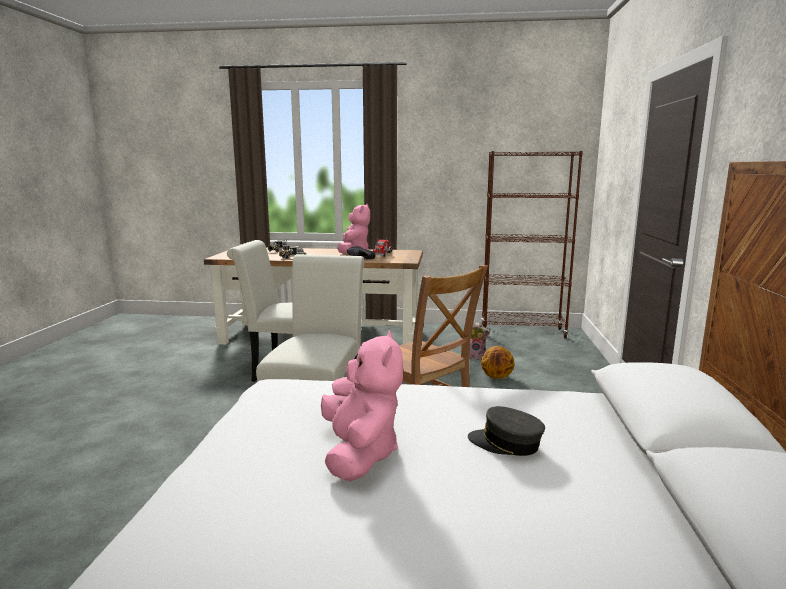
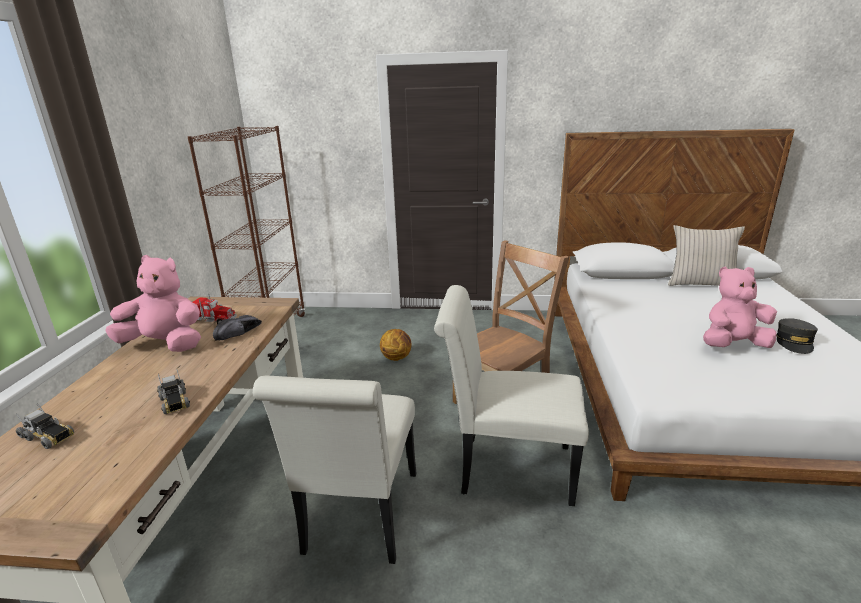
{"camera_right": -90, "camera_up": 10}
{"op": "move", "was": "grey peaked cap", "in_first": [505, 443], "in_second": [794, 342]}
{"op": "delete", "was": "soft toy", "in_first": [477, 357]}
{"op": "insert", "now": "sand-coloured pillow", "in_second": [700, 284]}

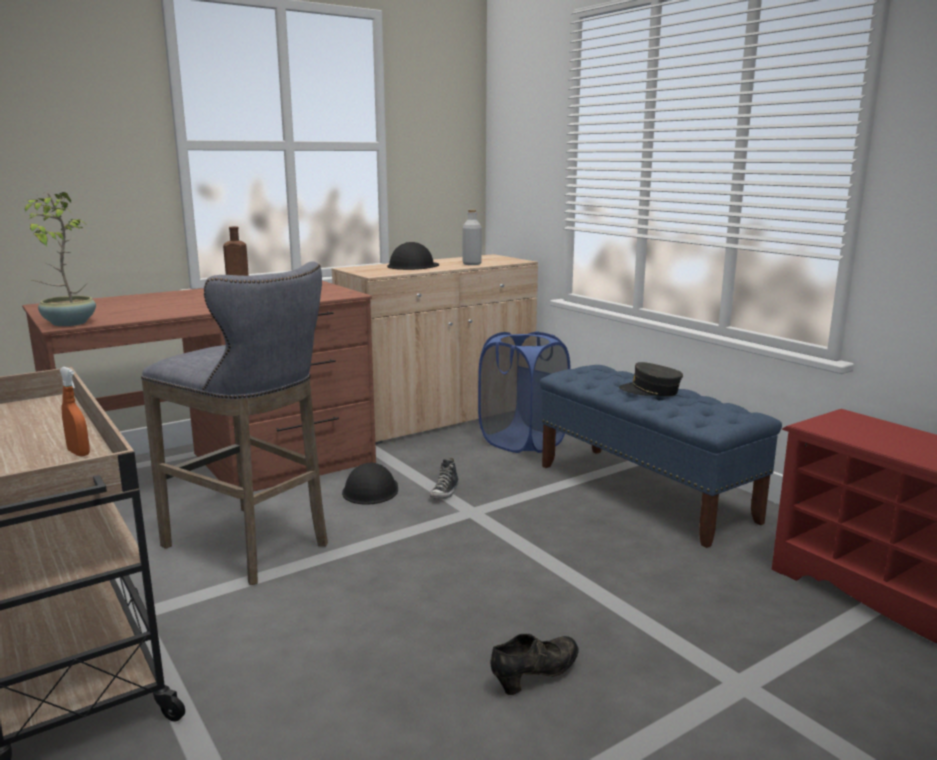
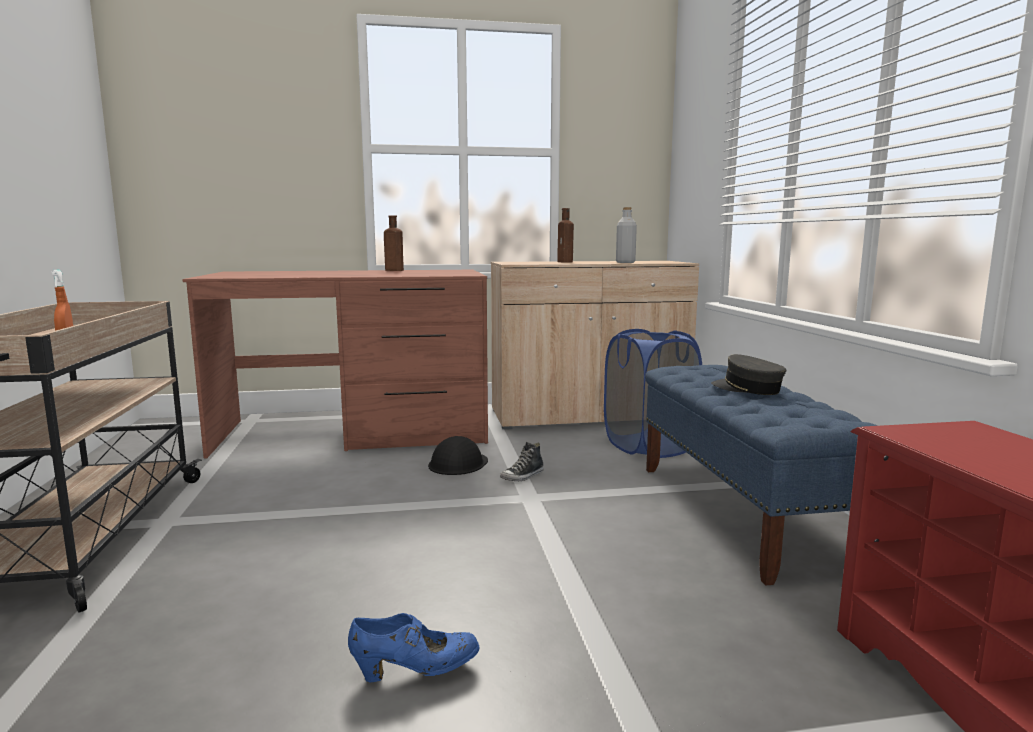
{"camera_right": 25, "camera_up": -5}
{"op": "delete", "was": "houseplant", "in_first": [68, 323]}
{"op": "delete", "was": "grey sitting stool", "in_first": [253, 547]}
{"op": "replace", "was": "black safety helmet", "now": "brown beverage bottle", "in_first": [413, 266], "in_second": [565, 262]}
{"op": "recolor", "was": "black shoe", "now": "blue-coloured shoe", "in_first": [535, 677], "in_second": [416, 671]}

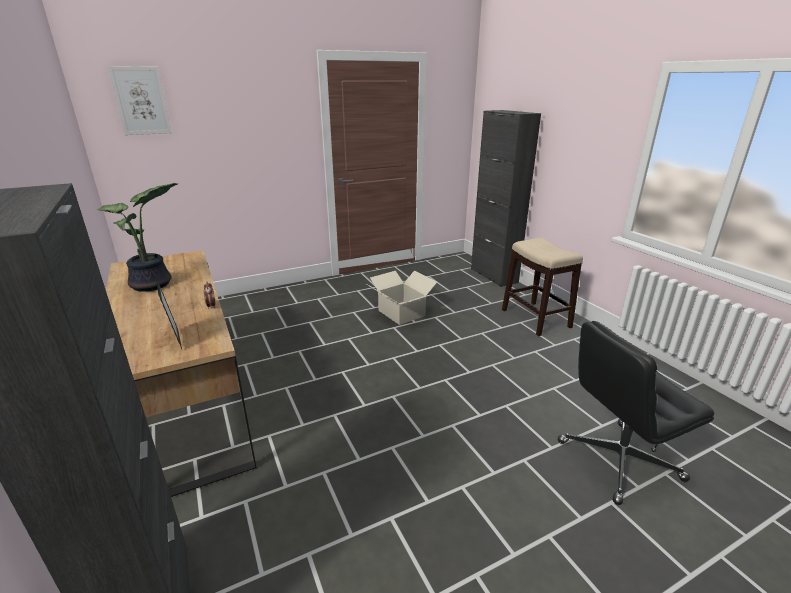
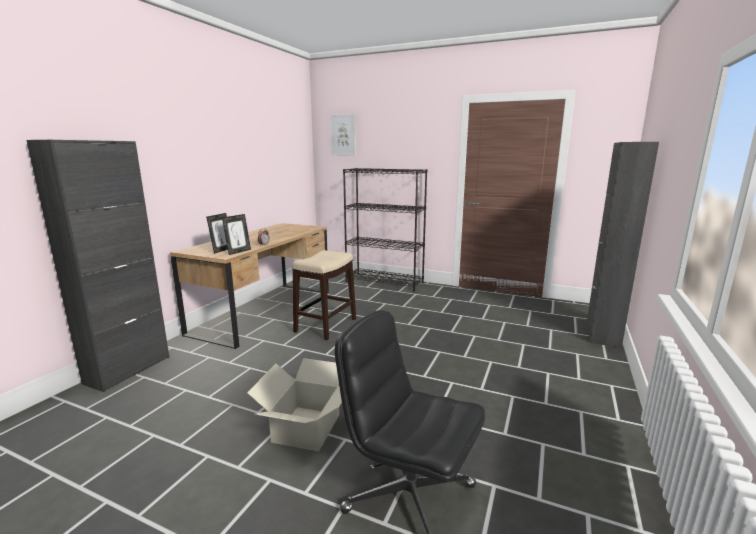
{"camera_right": 50, "camera_up": -10}
{"op": "delete", "was": "houseplant", "in_first": [153, 285]}
{"op": "move", "was": "carton", "in_first": [402, 312], "in_second": [307, 428]}
{"op": "move", "was": "sitting stool", "in_first": [536, 319], "in_second": [325, 325]}
{"op": "insert", "now": "standing frame", "in_second": [238, 252]}
{"op": "insert", "now": "black shelving unit", "in_second": [385, 282]}

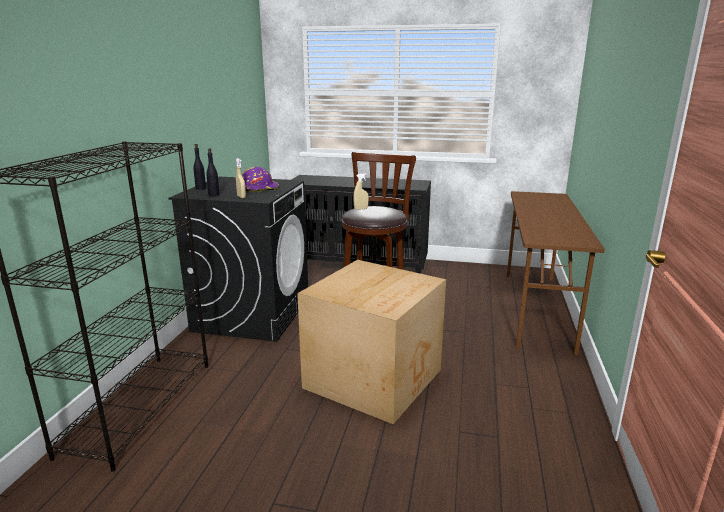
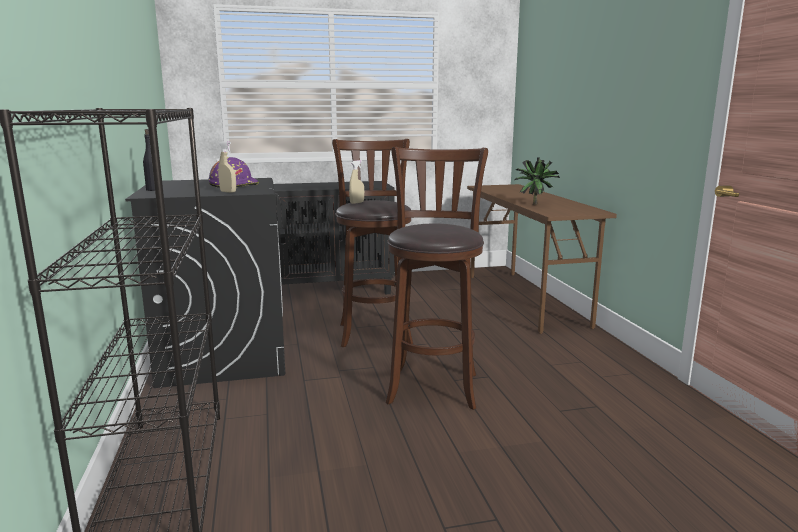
{"camera_right": -25, "camera_up": -5}
{"op": "delete", "was": "black beverage bottle", "in_first": [214, 195]}
{"op": "replace", "was": "carton", "now": "brown sitting stool", "in_first": [375, 378], "in_second": [433, 385]}
{"op": "insert", "now": "houseplant", "in_second": [534, 204]}

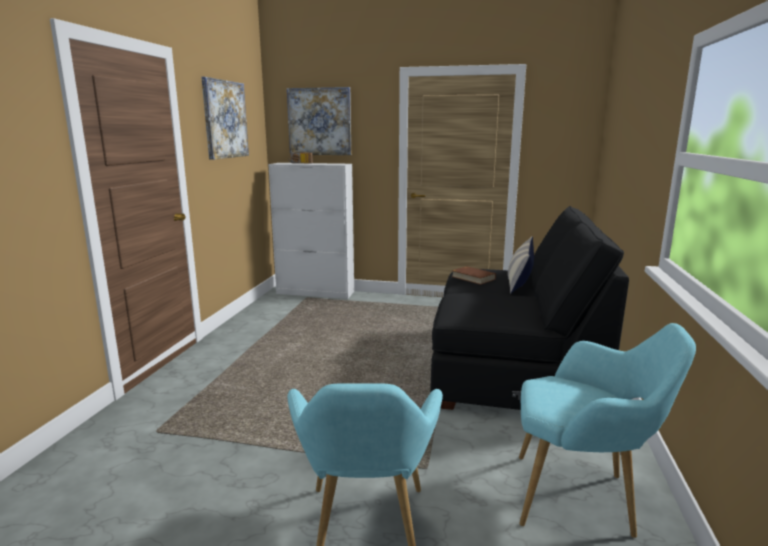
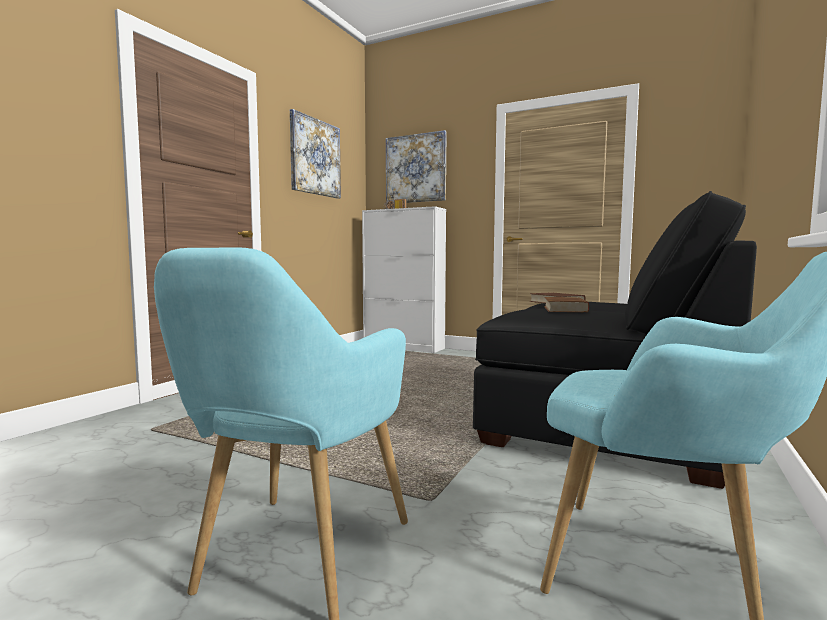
{"camera_right": 15, "camera_up": -10}
{"op": "delete", "was": "pillow", "in_first": [519, 281]}
{"op": "insert", "now": "brown bound book", "in_second": [565, 309]}

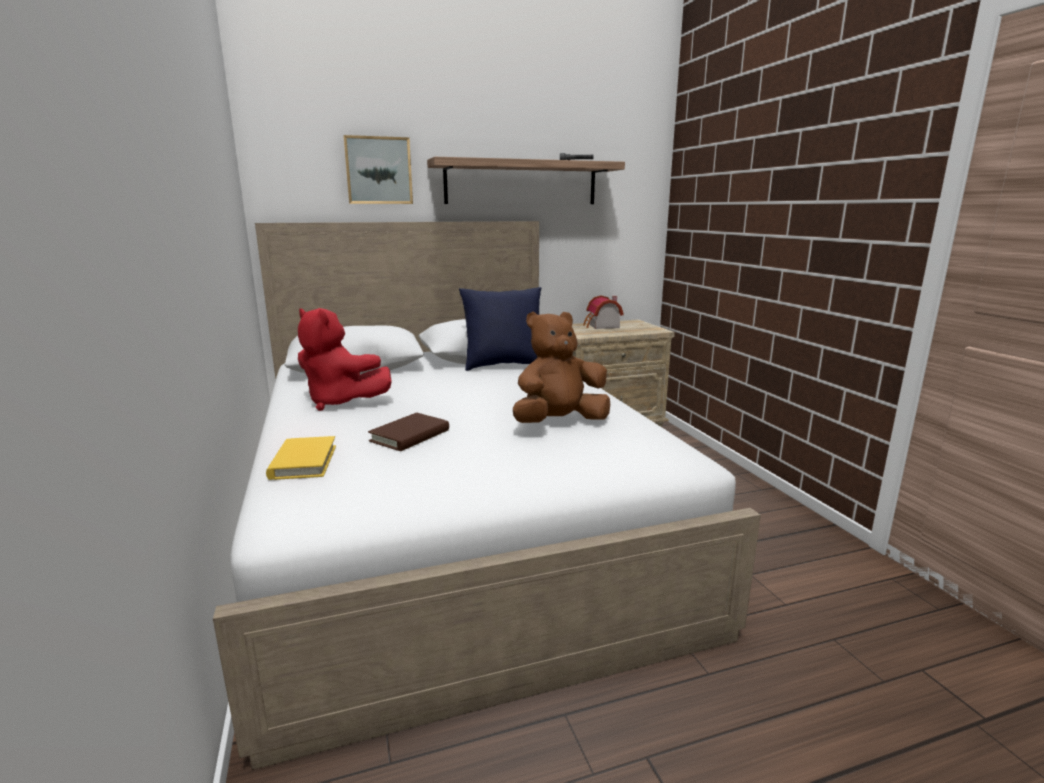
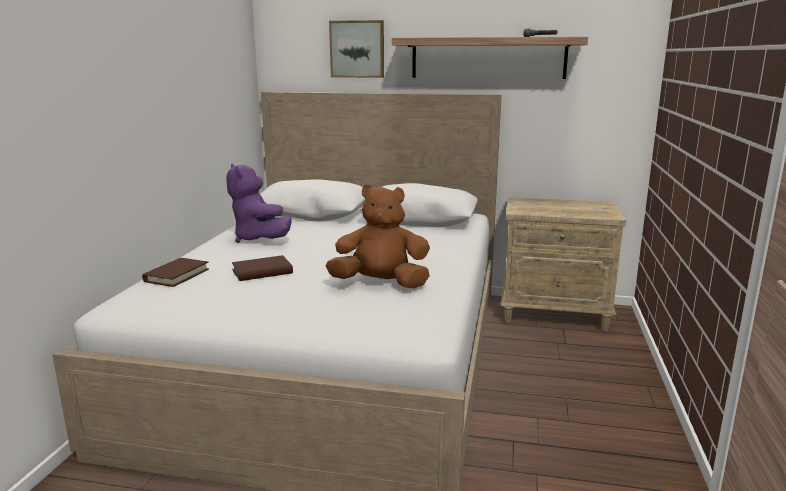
{"camera_right": 30, "camera_up": 0}
{"op": "recolor", "was": "yellowish bound book", "now": "brown bound book", "in_first": [303, 462], "in_second": [176, 275]}
{"op": "recolor", "was": "red soft toy", "now": "purple soft toy", "in_first": [340, 402], "in_second": [259, 239]}
{"op": "delete", "was": "blue-coloured pillow", "in_first": [503, 365]}
{"op": "delete", "was": "toy house", "in_first": [602, 326]}

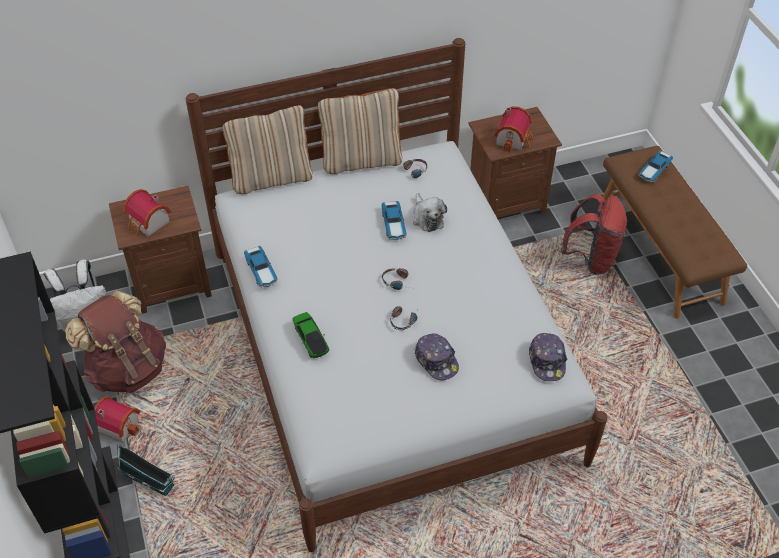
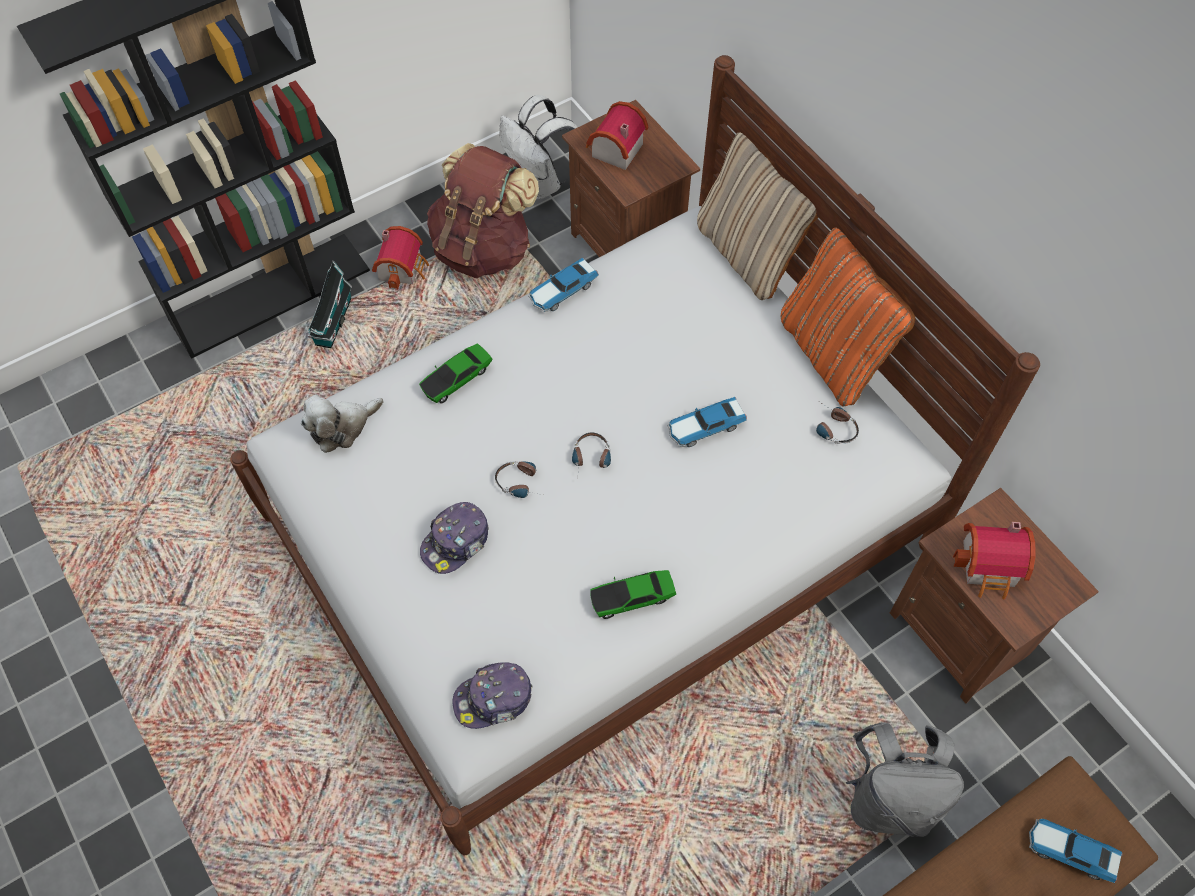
{"camera_right": 75, "camera_up": 10}
{"op": "recolor", "was": "sand-coloured pillow", "now": "orange pillow", "in_first": [361, 160], "in_second": [832, 353]}
{"op": "move", "was": "soft toy", "in_first": [427, 218], "in_second": [342, 427]}
{"op": "recolor", "was": "red backpack", "now": "grey backpack", "in_first": [591, 258], "in_second": [889, 799]}
{"op": "insert", "now": "miniature car", "in_second": [632, 598]}

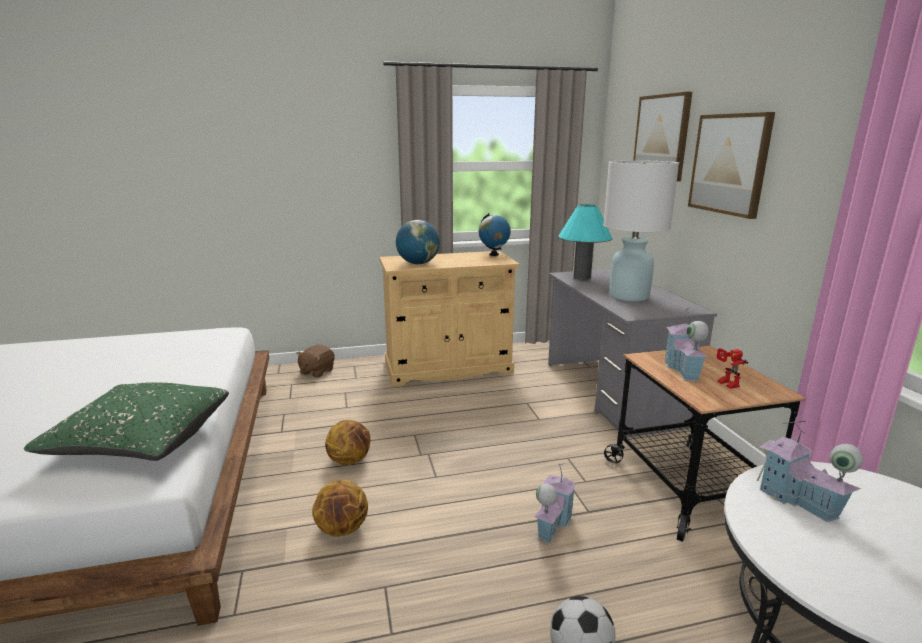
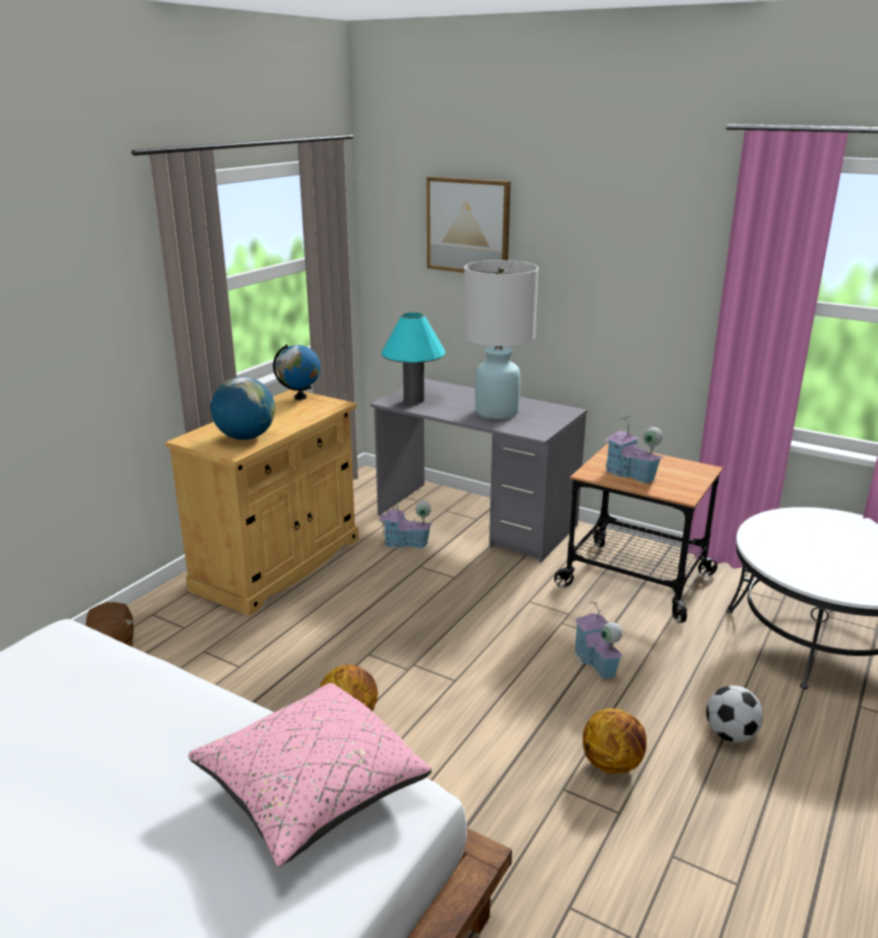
{"camera_right": -45, "camera_up": 5}
{"op": "recolor", "was": "green pillow", "now": "pink pillow", "in_first": [142, 441], "in_second": [311, 790]}
{"op": "move", "was": "basketball ball", "in_first": [342, 529], "in_second": [612, 764]}
{"op": "delete", "was": "picture", "in_first": [729, 164]}
{"op": "delete", "was": "model robot", "in_first": [725, 384]}
{"op": "move", "was": "toy house", "in_first": [797, 500], "in_second": [405, 543]}

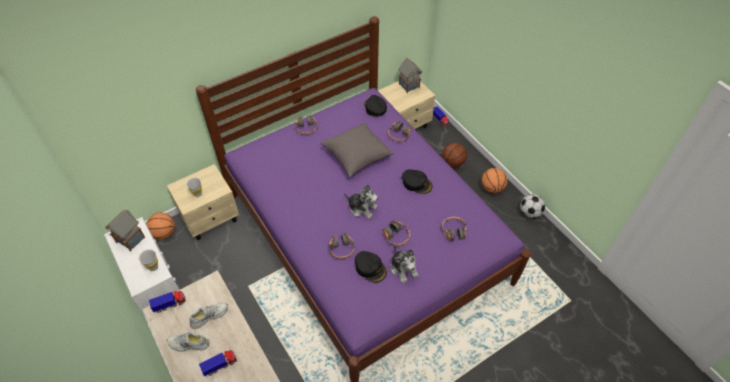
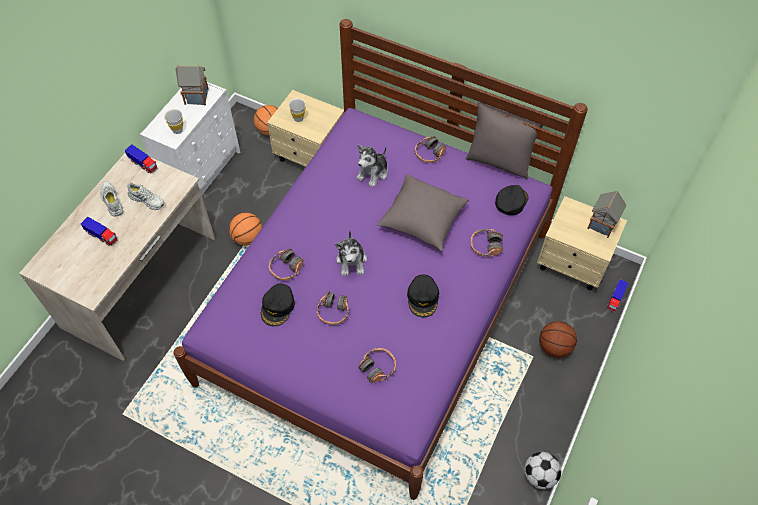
{"camera_right": 60, "camera_up": 5}
{"op": "move", "was": "soft toy", "in_first": [403, 268], "in_second": [373, 173]}
{"op": "move", "was": "basketball ball", "in_first": [492, 188], "in_second": [247, 238]}
{"op": "insert", "now": "grey pillow", "in_second": [498, 161]}

